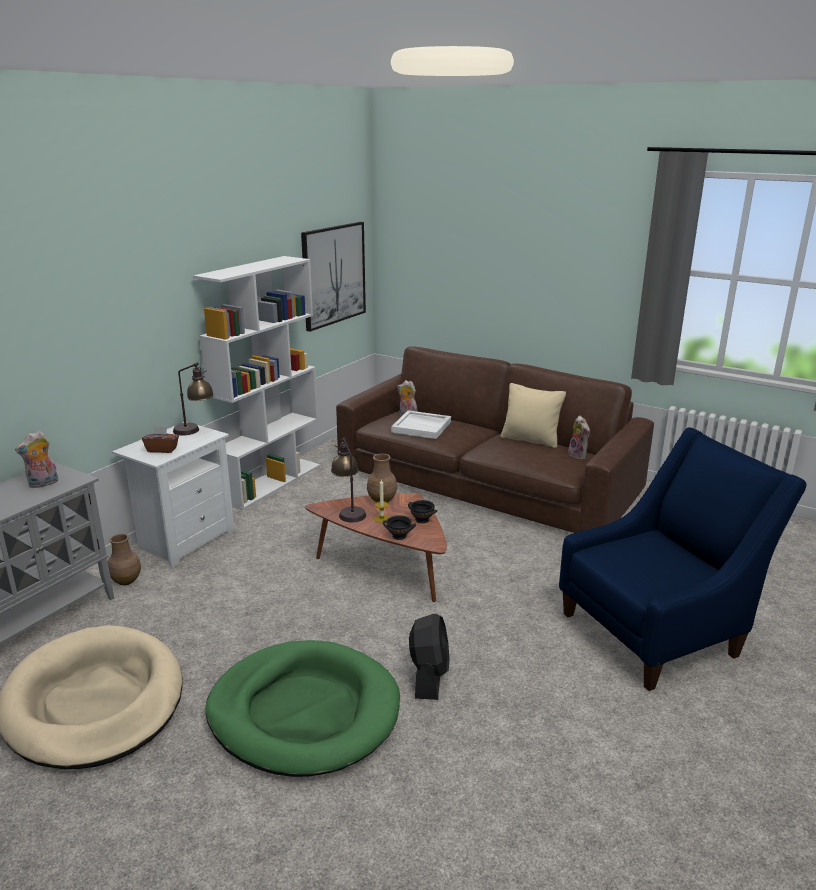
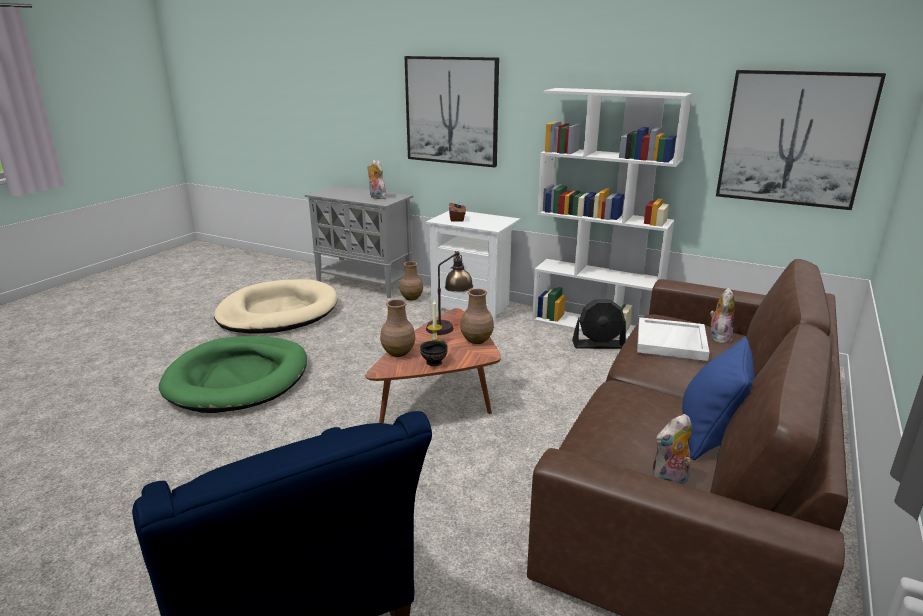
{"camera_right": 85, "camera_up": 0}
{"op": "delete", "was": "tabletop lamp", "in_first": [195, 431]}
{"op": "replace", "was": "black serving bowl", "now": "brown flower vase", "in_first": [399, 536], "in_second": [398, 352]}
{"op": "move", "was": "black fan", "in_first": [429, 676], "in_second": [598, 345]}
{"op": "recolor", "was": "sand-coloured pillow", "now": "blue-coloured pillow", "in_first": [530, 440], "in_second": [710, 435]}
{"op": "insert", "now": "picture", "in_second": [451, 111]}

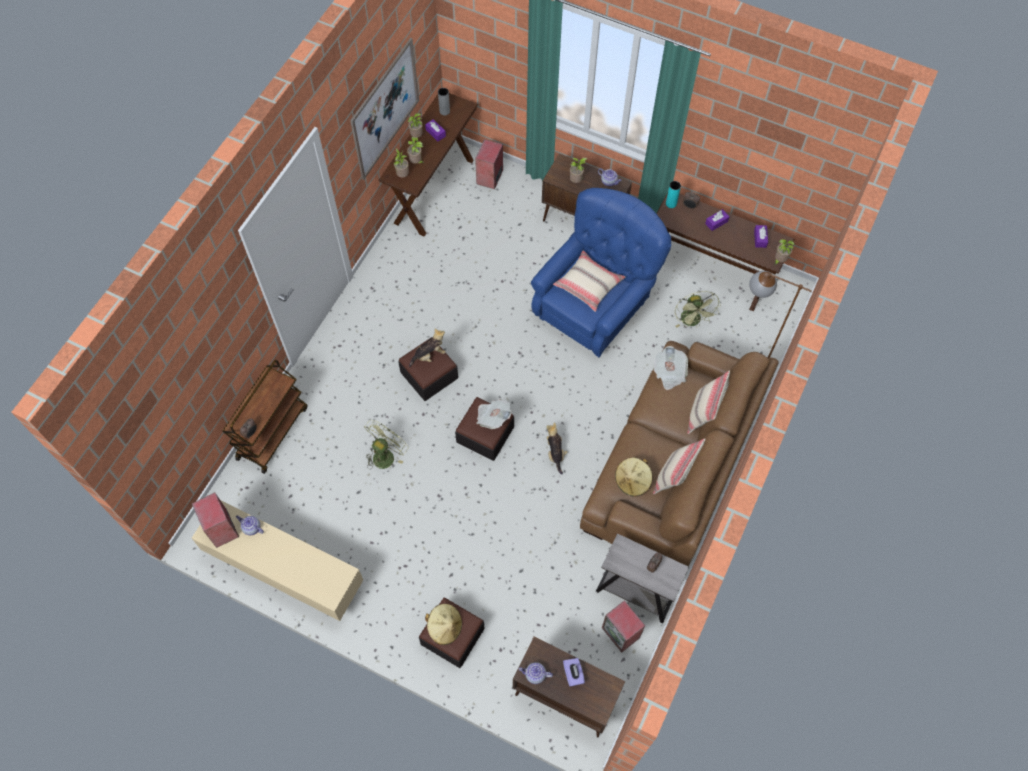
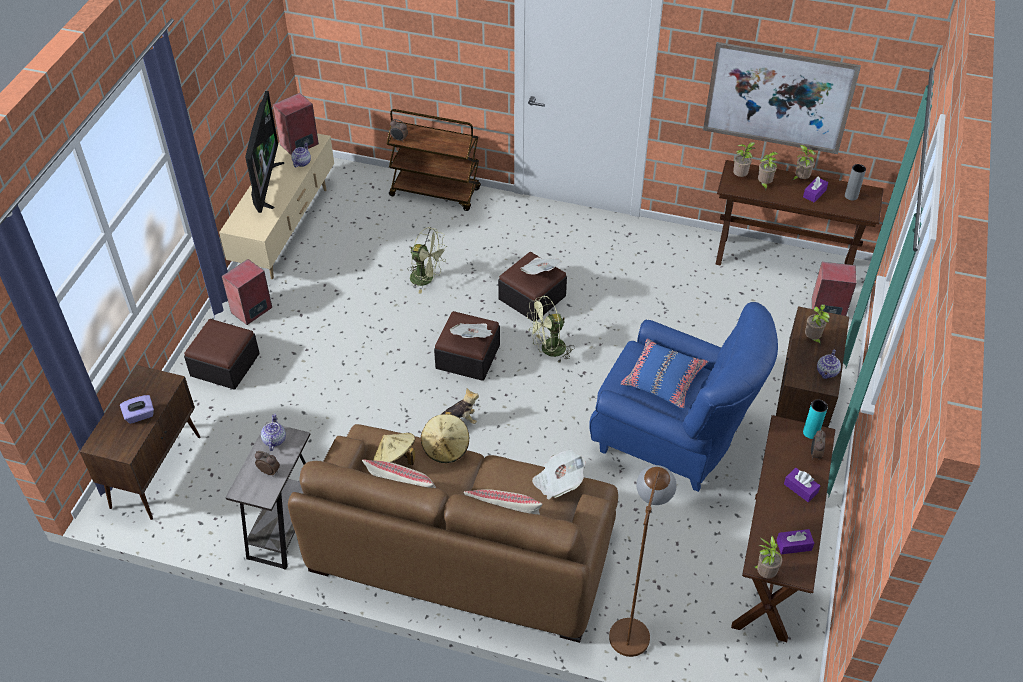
{"camera_right": 80, "camera_up": -15}
{"op": "replace", "was": "soft toy", "now": "printed paper", "in_first": [429, 355], "in_second": [540, 273]}
{"op": "move", "was": "sand-coloured clothing hat", "in_first": [445, 627], "in_second": [446, 447]}
{"op": "move", "was": "pot for tea", "in_first": [535, 675], "in_second": [274, 440]}
{"op": "recolor", "was": "sand-coloured pillow", "now": "blue-coloured pillow", "in_first": [588, 285], "in_second": [663, 380]}
{"op": "move", "was": "audio speaker", "in_first": [621, 633], "in_second": [251, 310]}
{"op": "move", "was": "green fan", "in_first": [692, 321], "in_second": [548, 350]}
{"op": "insert", "now": "TV", "in_second": [265, 185]}

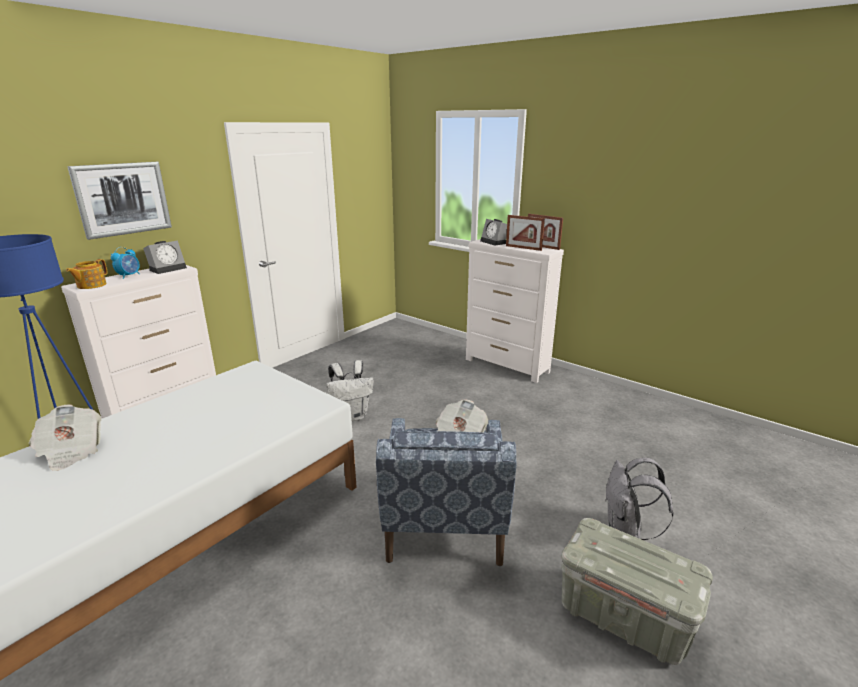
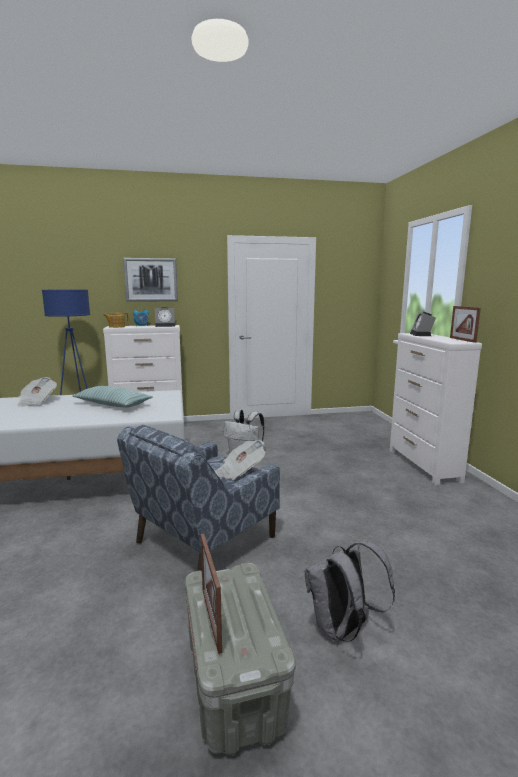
{"camera_right": 40, "camera_up": -10}
{"op": "move", "was": "standing frame", "in_first": [523, 248], "in_second": [211, 619]}
{"op": "insert", "now": "pillow", "in_second": [112, 405]}

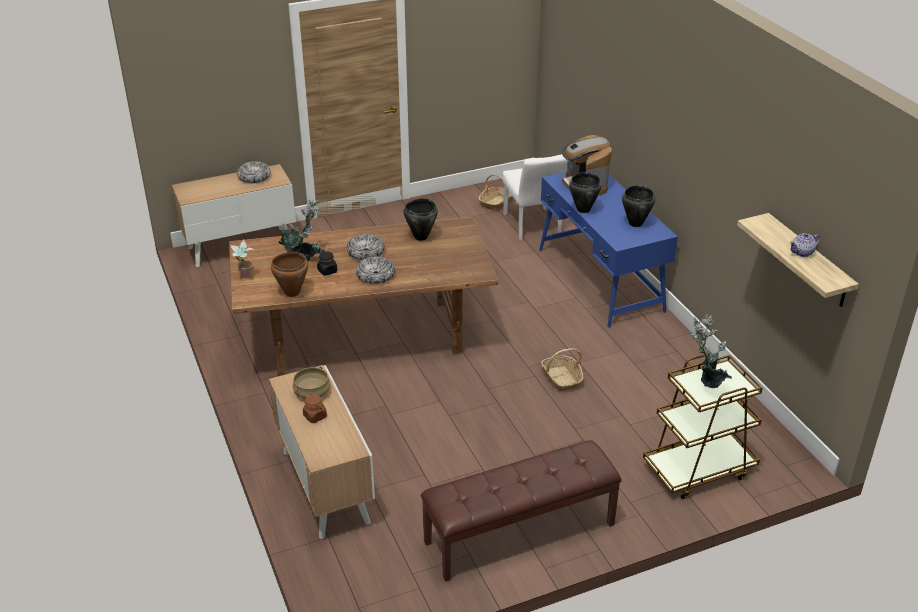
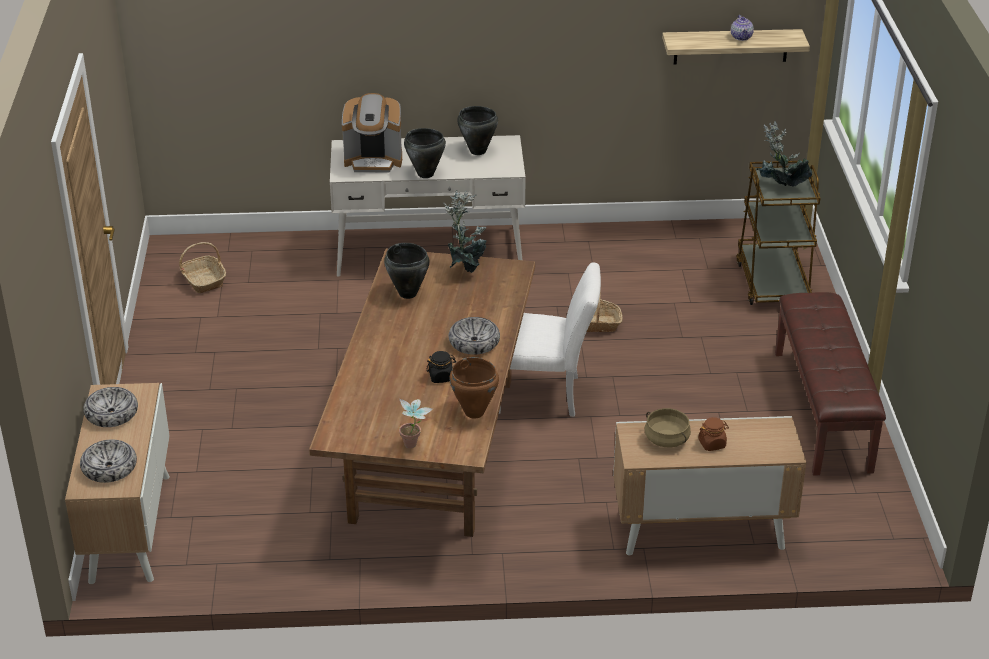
{"camera_right": -70, "camera_up": 0}
{"op": "move", "was": "houseplant", "in_first": [305, 258], "in_second": [465, 268]}
{"op": "move", "was": "serving bowl", "in_first": [366, 252], "in_second": [109, 468]}
{"op": "move", "was": "whitish upright chair", "in_first": [534, 226], "in_second": [545, 395]}
{"op": "recolor", "was": "blue-coloured desk unit", "now": "whitish desk unit", "in_first": [599, 280], "in_second": [429, 251]}

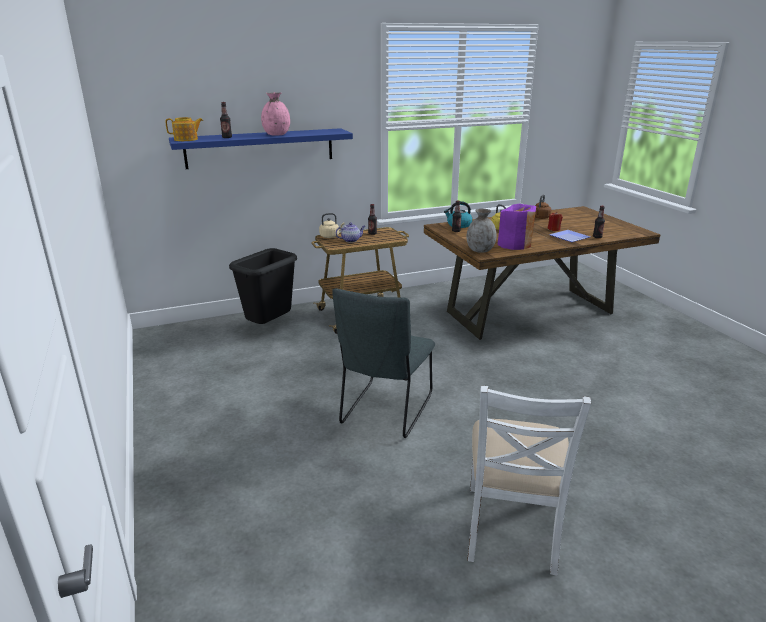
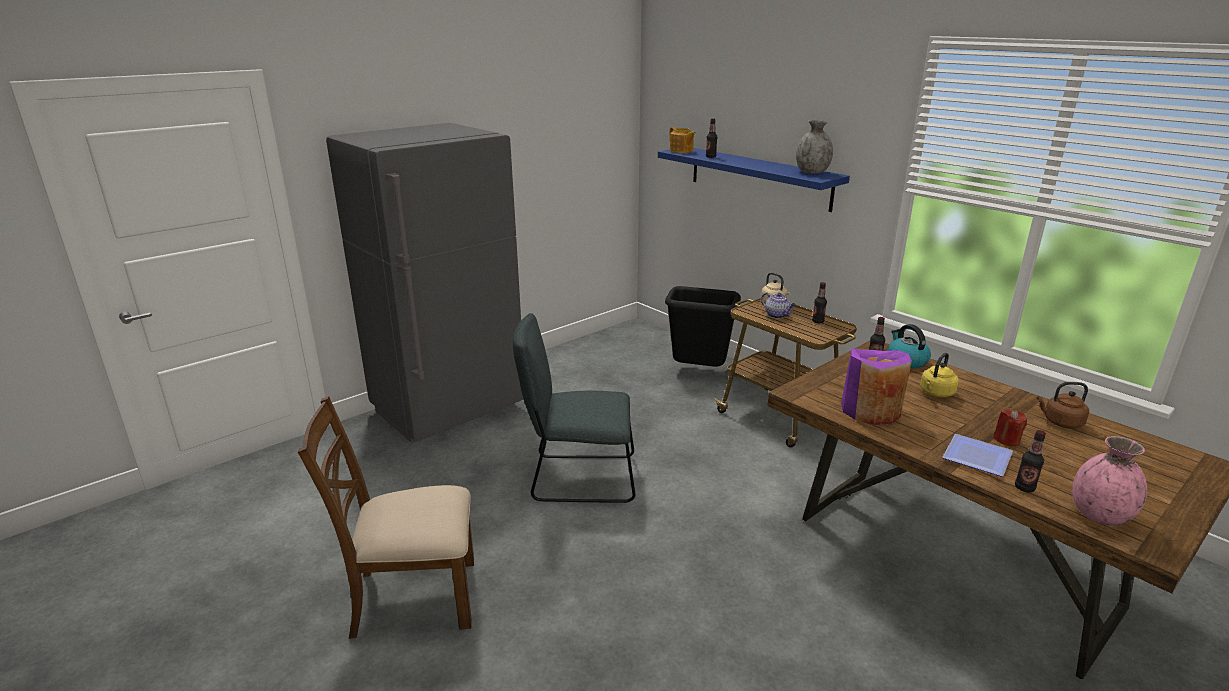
{"camera_right": 70, "camera_up": 0}
{"op": "move", "was": "pink flower vase", "in_first": [277, 135], "in_second": [1099, 516]}
{"op": "move", "was": "grey flower vase", "in_first": [480, 250], "in_second": [811, 172]}
{"op": "recolor", "was": "whitish upright chair", "now": "brown upright chair", "in_first": [511, 527], "in_second": [413, 597]}
{"op": "insert", "now": "grey fridge", "in_second": [450, 410]}

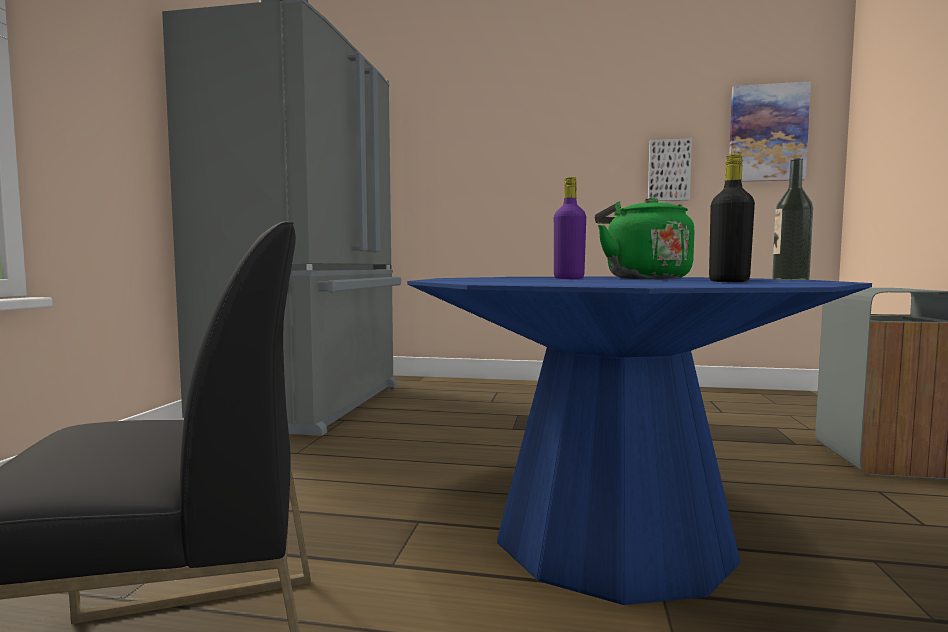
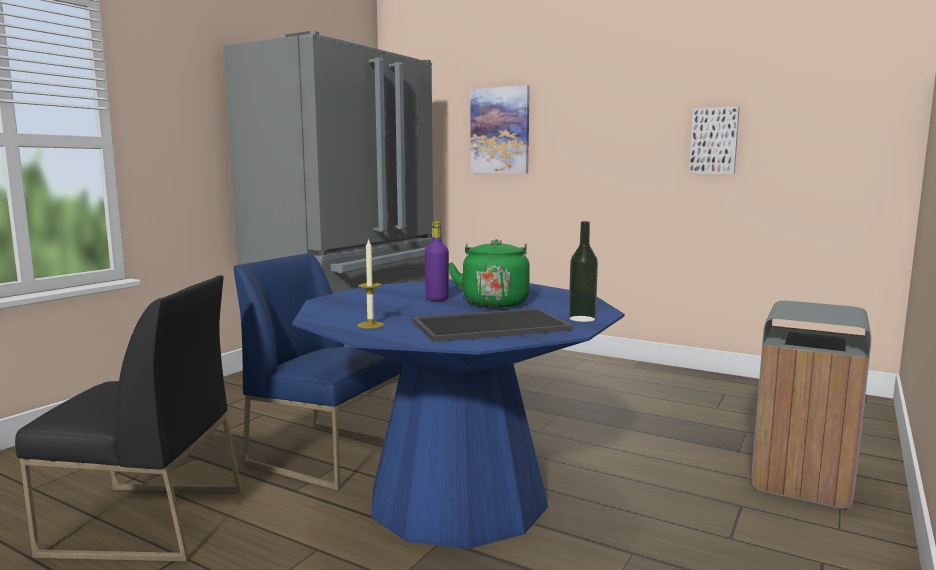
{"camera_right": 20, "camera_up": 5}
{"op": "replace", "was": "black beverage bottle", "now": "carrying tray", "in_first": [728, 281], "in_second": [491, 325]}
{"op": "move", "was": "picture", "in_first": [767, 133], "in_second": [500, 130]}
{"op": "insert", "now": "blue-coloured upright chair", "in_second": [327, 454]}
{"op": "insert", "now": "wax light", "in_second": [370, 325]}

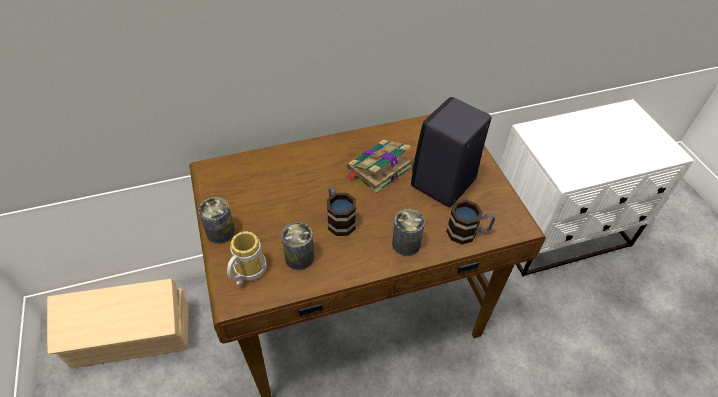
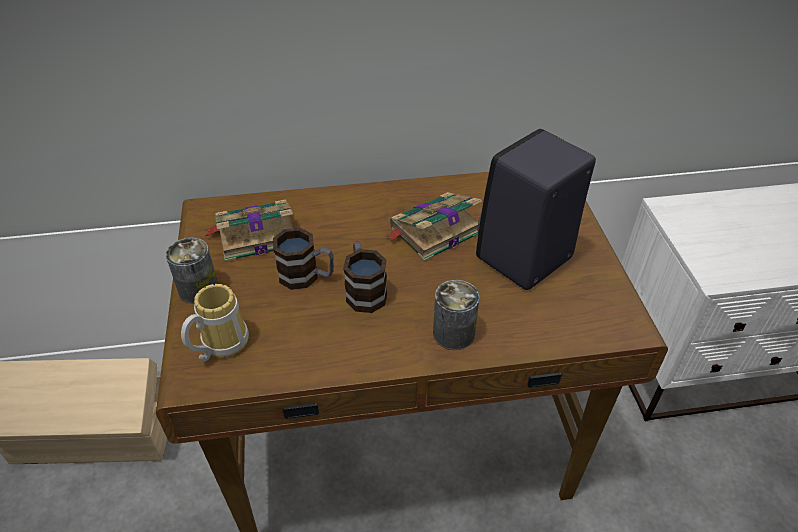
{"camera_right": 10, "camera_up": -5}
{"op": "delete", "was": "sealed can", "in_first": [299, 257]}
{"op": "move", "was": "mug", "in_first": [468, 232], "in_second": [307, 276]}
{"op": "insert", "now": "bound book", "in_second": [255, 235]}

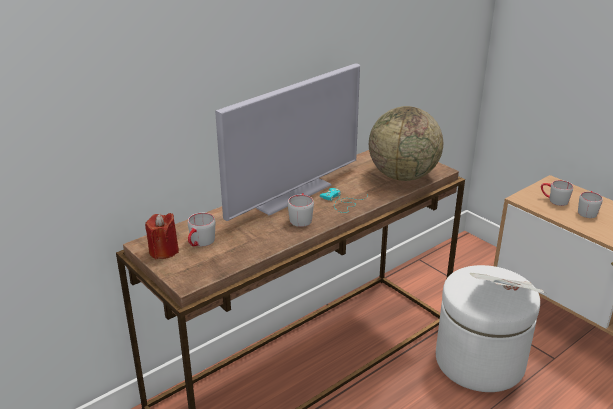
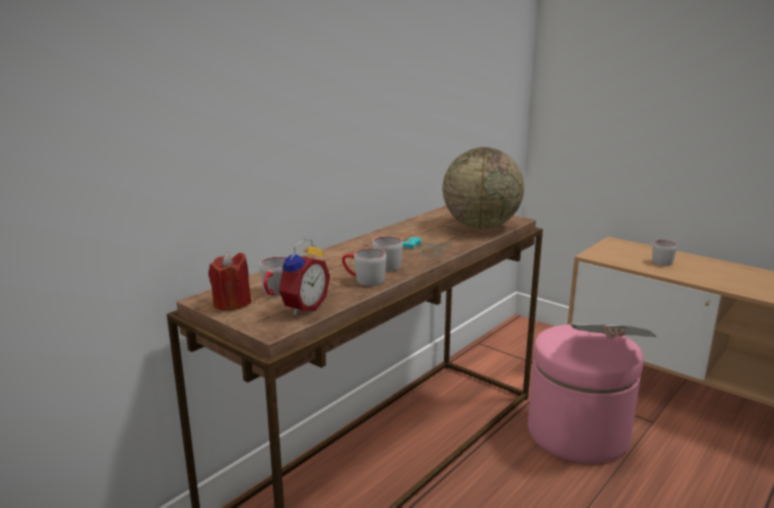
{"camera_right": -10, "camera_up": -10}
{"op": "delete", "was": "TV", "in_first": [290, 194]}
{"op": "recolor", "was": "whitish ottoman", "now": "pink ottoman", "in_first": [479, 361], "in_second": [577, 433]}
{"op": "move", "was": "grey mug", "in_first": [554, 200], "in_second": [363, 280]}
{"op": "insert", "now": "alarm clock", "in_second": [302, 307]}

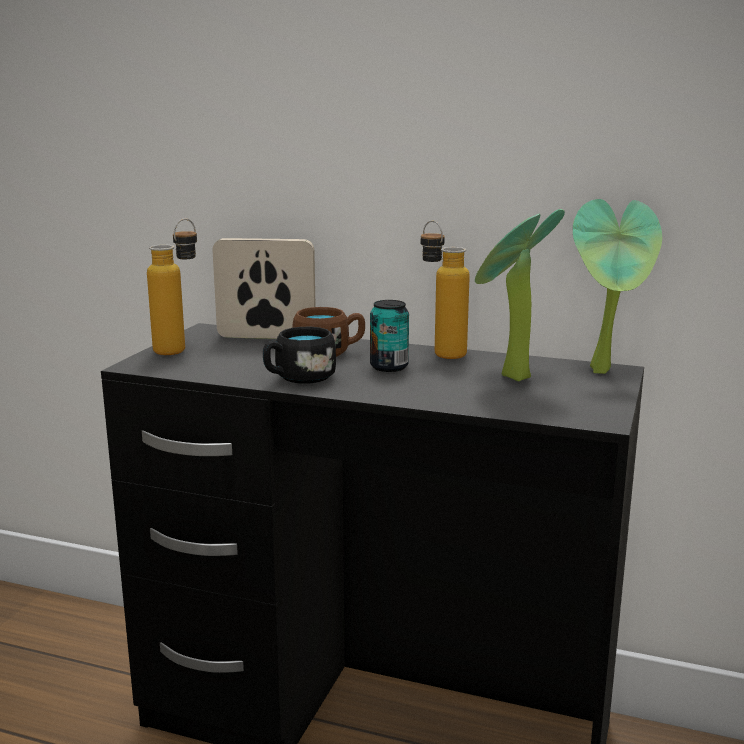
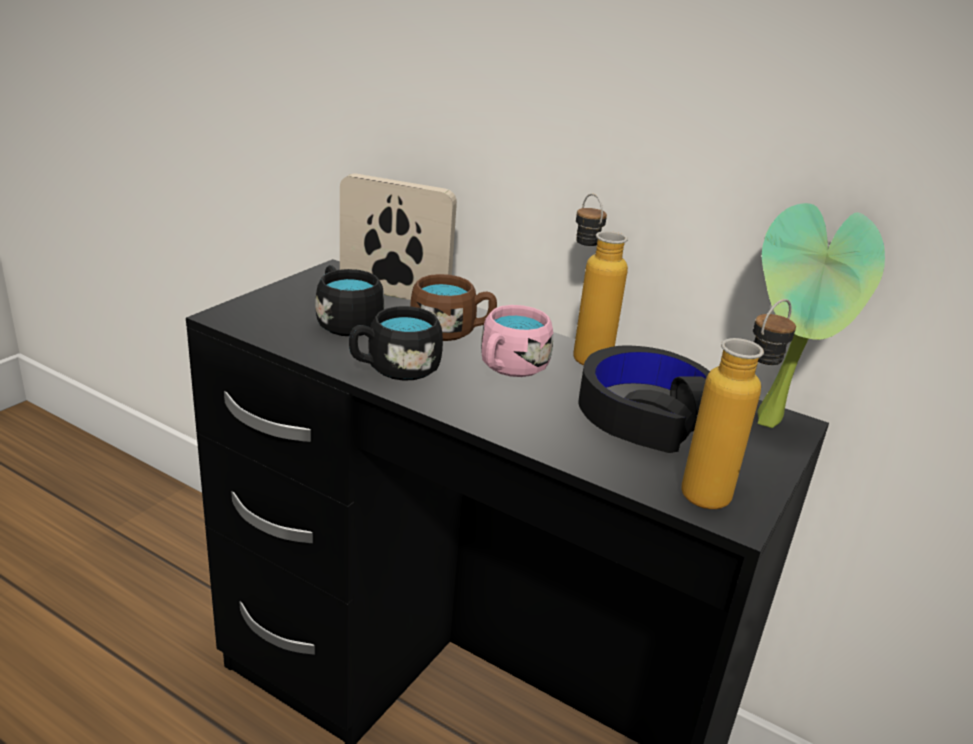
{"camera_right": 10, "camera_up": 10}
{"op": "move", "was": "beverage bottle", "in_first": [179, 348], "in_second": [718, 489]}
{"op": "replace", "was": "sealed can", "now": "pink mug", "in_first": [389, 367], "in_second": [509, 368]}
{"op": "replace", "was": "houseplant", "now": "black headset", "in_first": [509, 378], "in_second": [646, 414]}
{"op": "insert", "now": "black mug", "in_second": [345, 321]}

